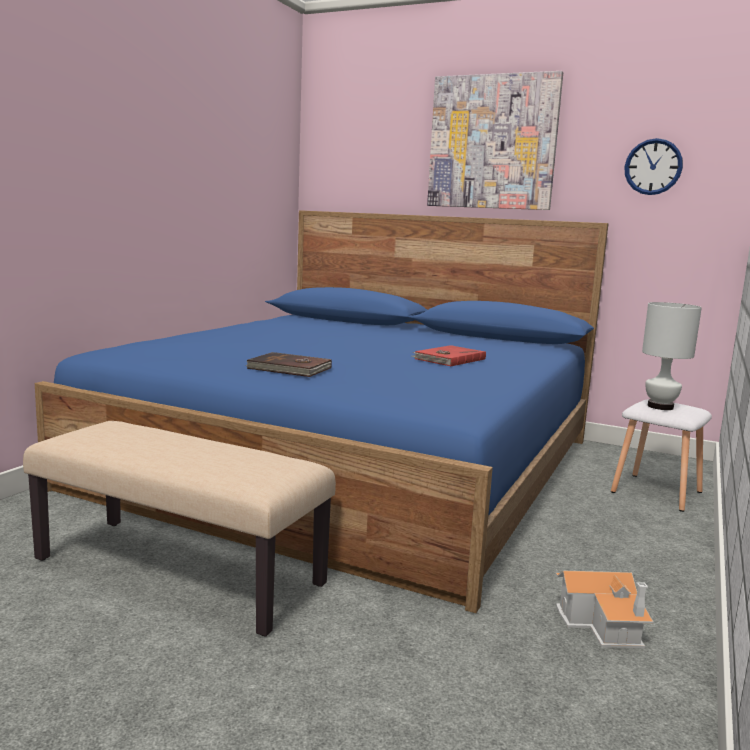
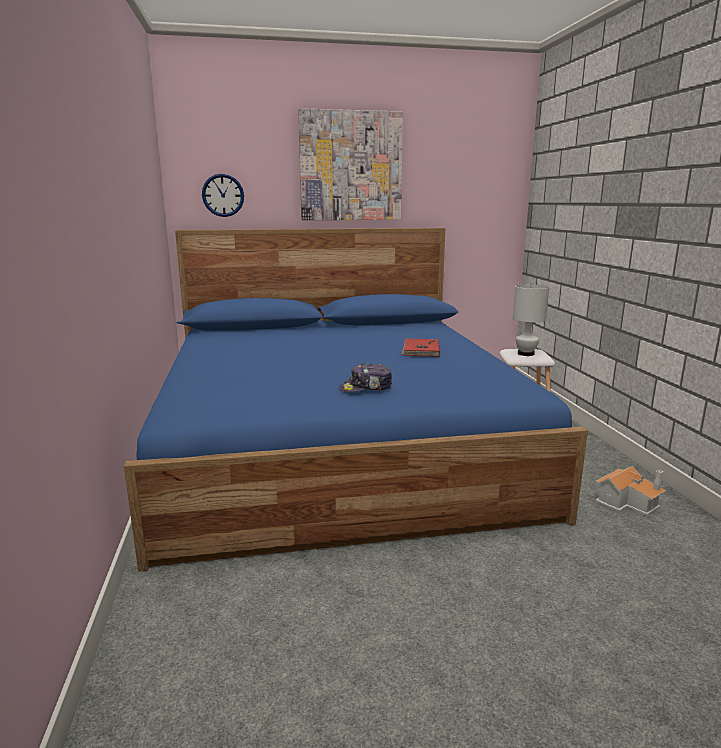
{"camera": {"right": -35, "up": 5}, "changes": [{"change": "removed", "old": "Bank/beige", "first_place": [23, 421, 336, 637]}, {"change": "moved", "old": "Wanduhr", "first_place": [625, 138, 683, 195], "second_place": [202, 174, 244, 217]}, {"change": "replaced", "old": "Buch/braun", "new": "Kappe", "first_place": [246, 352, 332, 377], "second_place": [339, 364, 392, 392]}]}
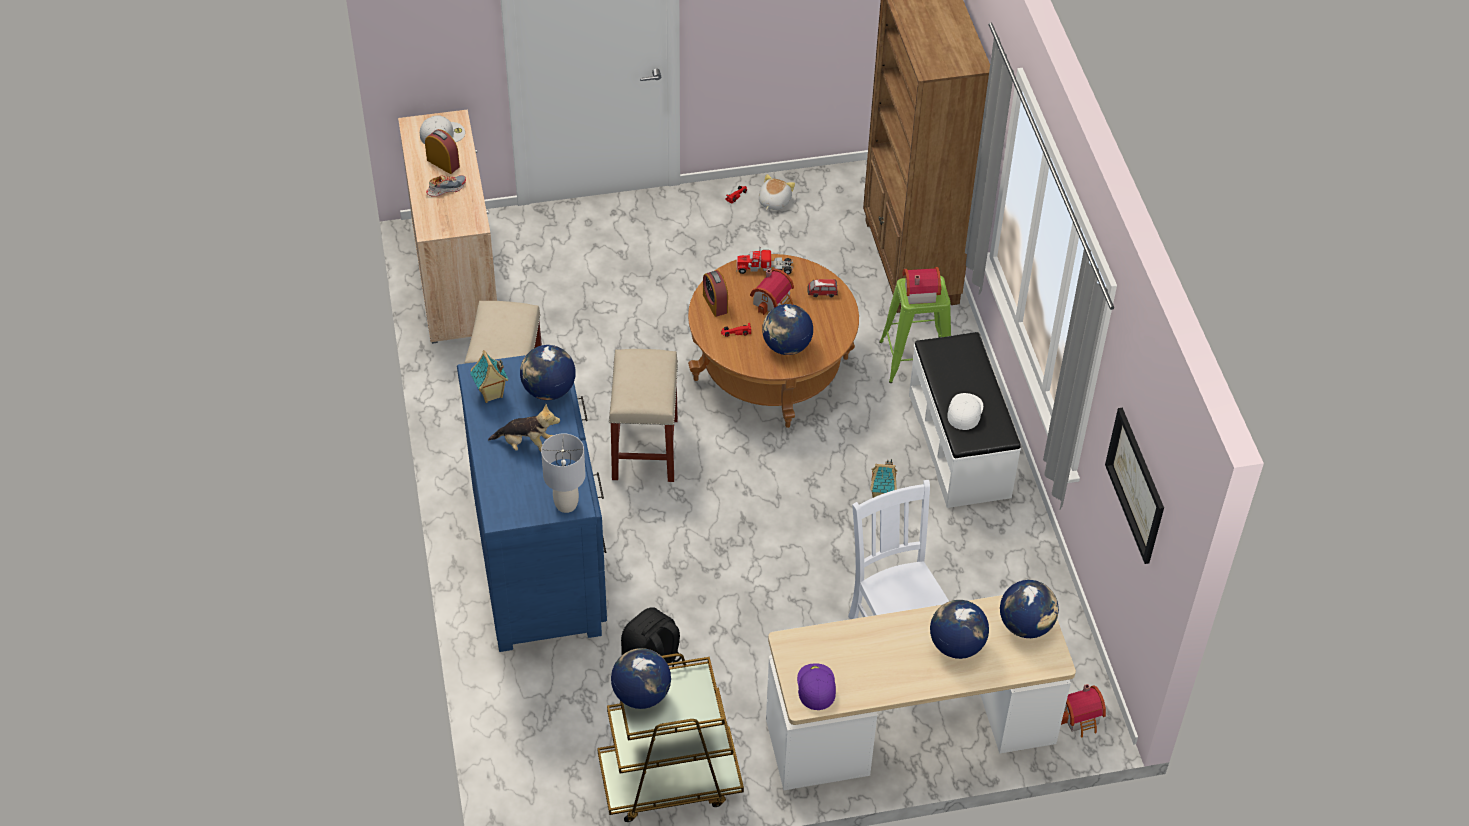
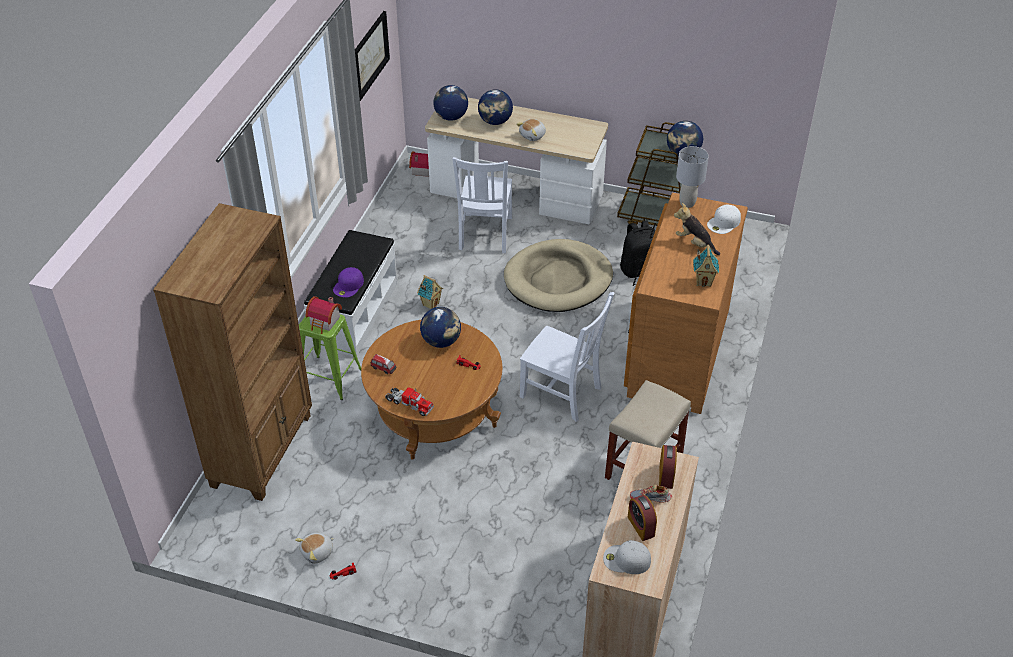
{"camera": {"right": -150, "up": -5}, "changes": [{"change": "removed", "old": "Globus", "first_place": [520, 345, 576, 400]}, {"change": "removed", "old": "Spielzeughaus", "first_place": [750, 269, 794, 315]}, {"change": "added", "new": "Hundebett/beige", "second_place": [504, 239, 613, 312]}, {"change": "added", "new": "Plüschtier", "second_place": [516, 119, 546, 141]}, {"change": "moved", "old": "Wecker", "first_place": [703, 270, 728, 317], "second_place": [659, 445, 677, 489]}, {"change": "moved", "old": "Kappe/lila", "first_place": [797, 663, 836, 710], "second_place": [333, 267, 364, 298]}, {"change": "moved", "old": "Kappe/weiß", "first_place": [947, 393, 983, 430], "second_place": [707, 205, 741, 234]}, {"change": "replaced", "old": "Hocker/beige", "new": "Stuhl/weiß", "first_place": [609, 349, 678, 482], "second_place": [520, 292, 614, 422]}, {"change": "recoloured", "old": "Kommode/blau", "new": "Kommode/braun", "first_place": [457, 355, 607, 652], "second_place": [624, 193, 748, 414]}]}
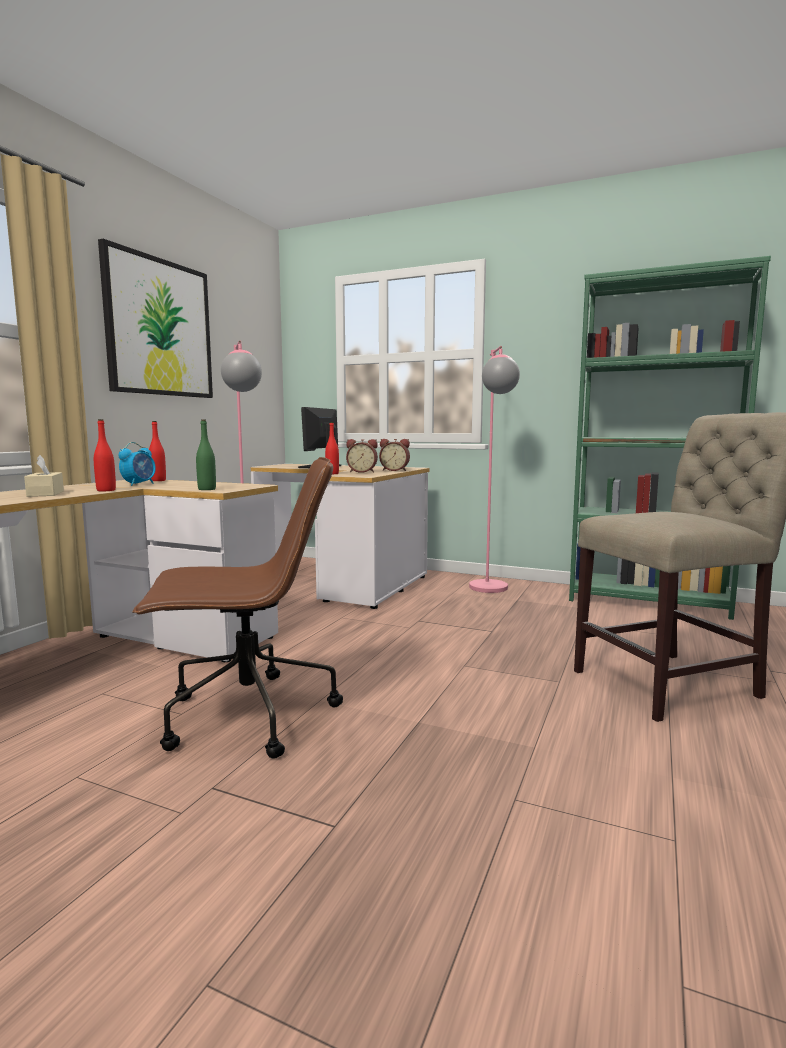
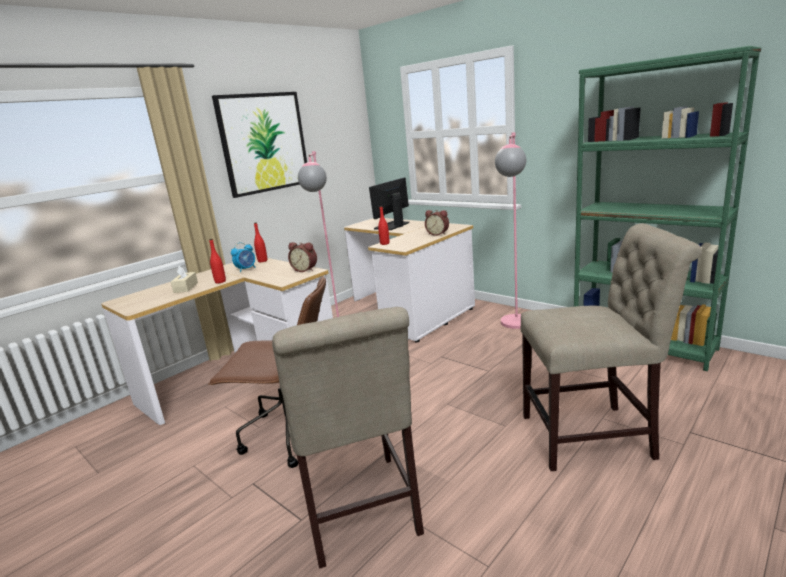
{"camera": {"right": 20, "up": 10}, "changes": [{"change": "removed", "old": "Flasche/grün", "first_place": [196, 420, 216, 490]}, {"change": "added", "new": "Stuhl/beige", "second_place": [272, 307, 424, 569]}, {"change": "moved", "old": "Wecker", "first_place": [346, 439, 378, 473], "second_place": [288, 242, 317, 272]}]}
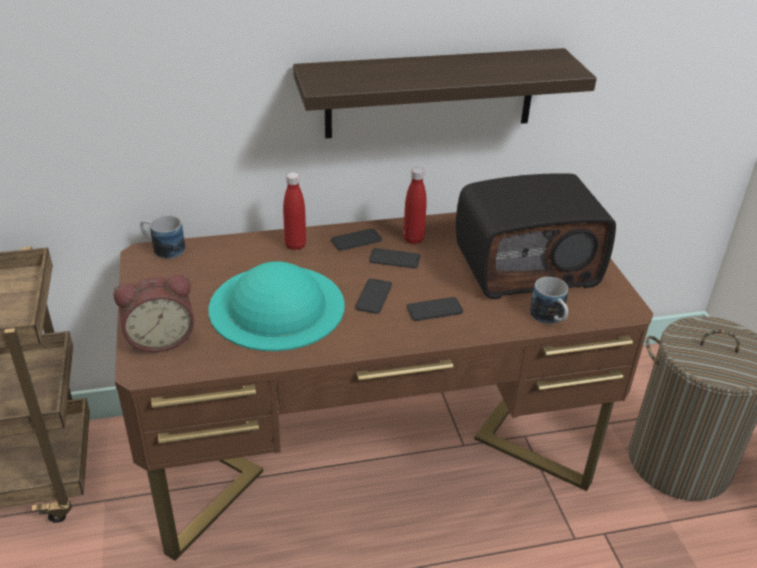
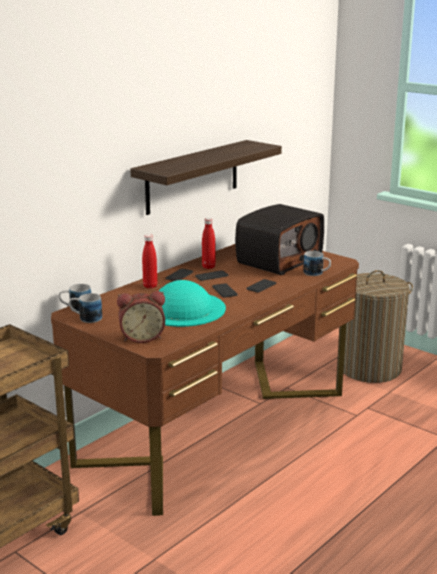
{"camera": {"right": -35, "up": -15}, "changes": [{"change": "added", "new": "Henkelbecher", "second_place": [69, 293, 102, 323]}, {"change": "turned", "old": "Wecker", "first_place": [114, 275, 194, 352], "second_place": [117, 291, 165, 343], "degrees": 45}]}
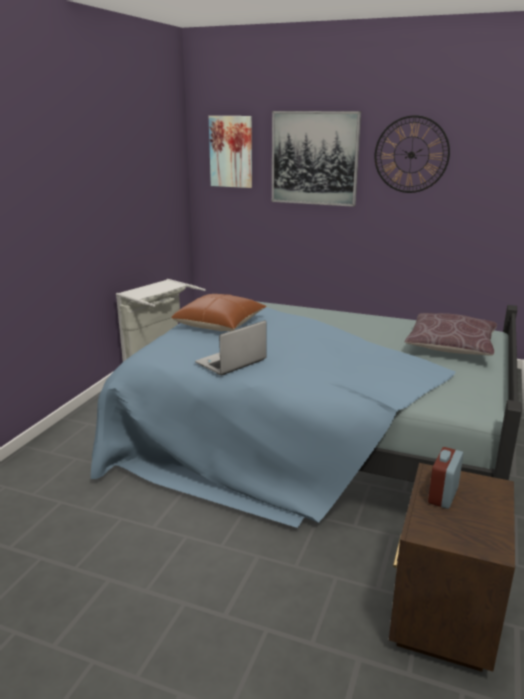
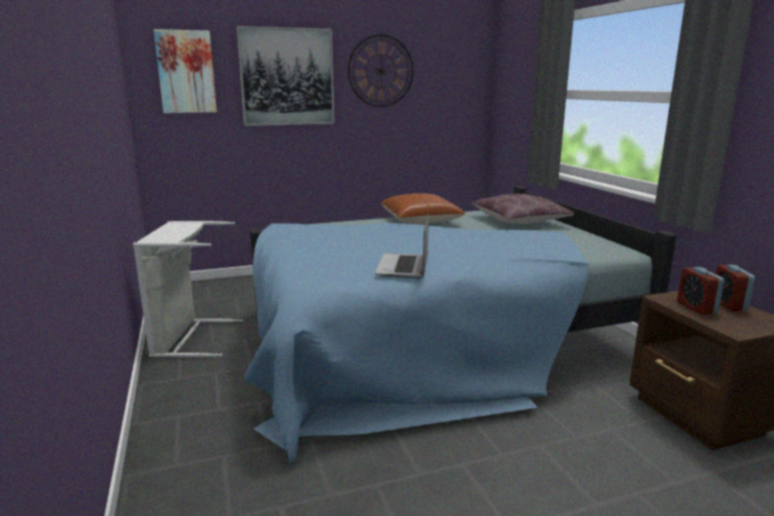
{"camera": {"right": -40, "up": -5}, "changes": [{"change": "added", "new": "Wecker", "second_place": [716, 265, 755, 311]}, {"change": "moved", "old": "Kissen/braun", "first_place": [171, 294, 267, 331], "second_place": [381, 193, 465, 224]}]}
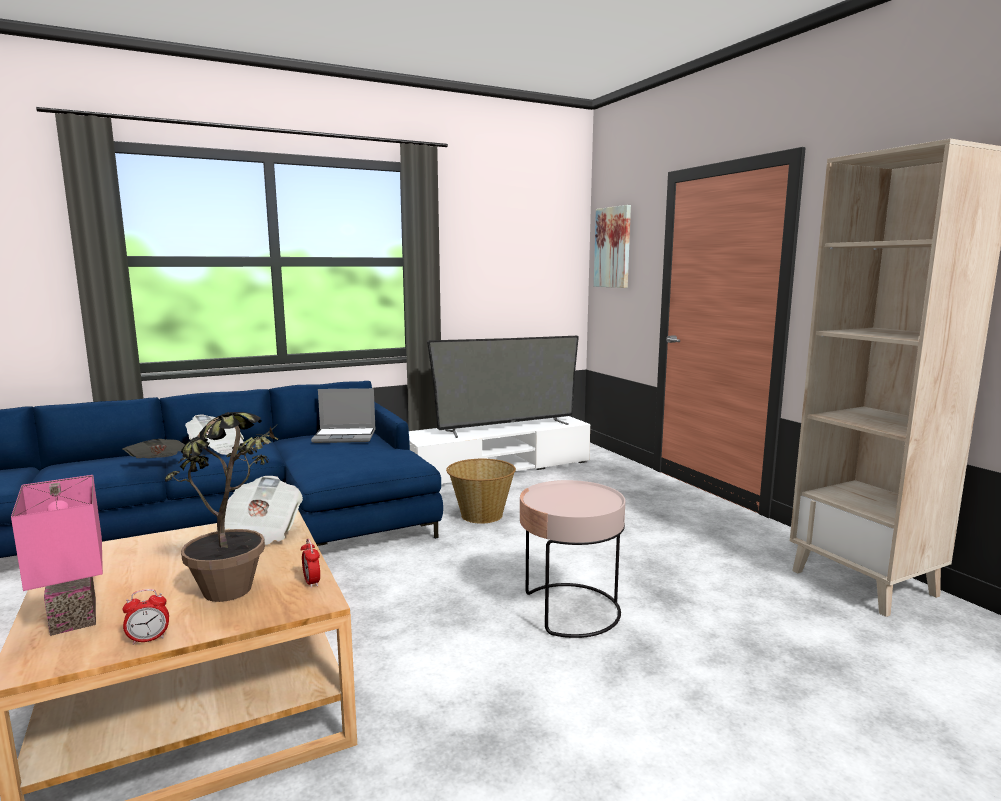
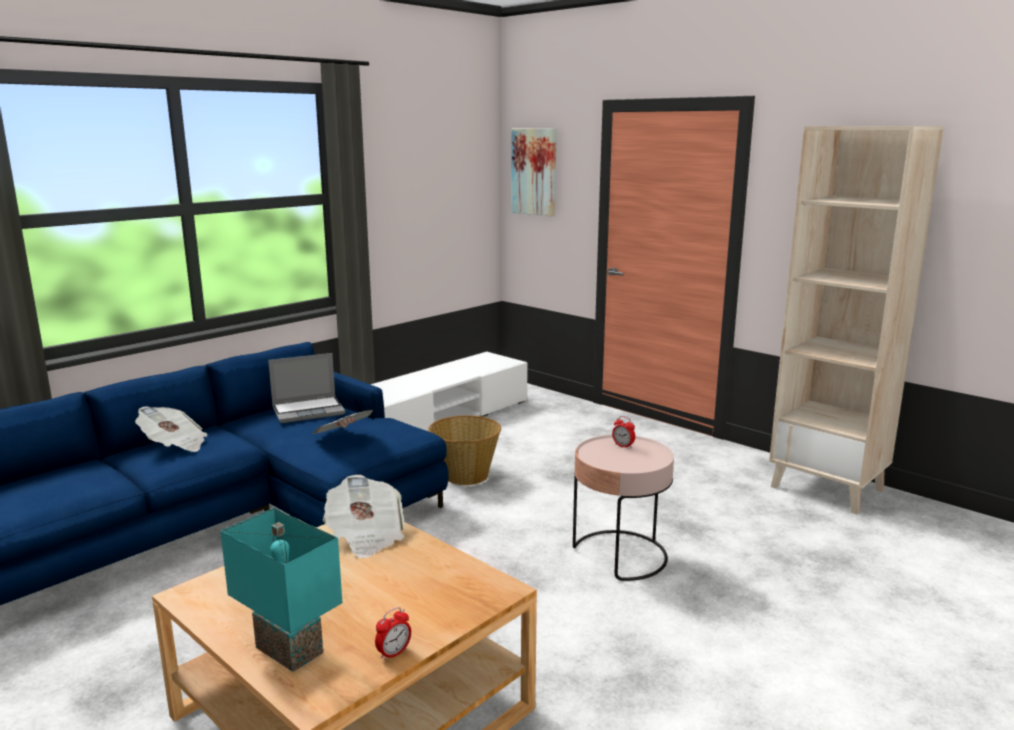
{"camera": {"right": -20, "up": 5}, "changes": [{"change": "removed", "old": "Topfpflanze", "first_place": [165, 412, 278, 602]}, {"change": "removed", "old": "Fernseher", "first_place": [427, 336, 579, 438]}, {"change": "moved", "old": "Zeitung", "first_place": [122, 439, 185, 458], "second_place": [313, 410, 373, 434]}, {"change": "moved", "old": "Wecker", "first_place": [301, 538, 320, 588], "second_place": [612, 416, 635, 449]}, {"change": "recoloured", "old": "Tischlampe/rosa", "new": "Tischlampe/türkis", "first_place": [11, 475, 103, 636], "second_place": [220, 508, 343, 672]}]}
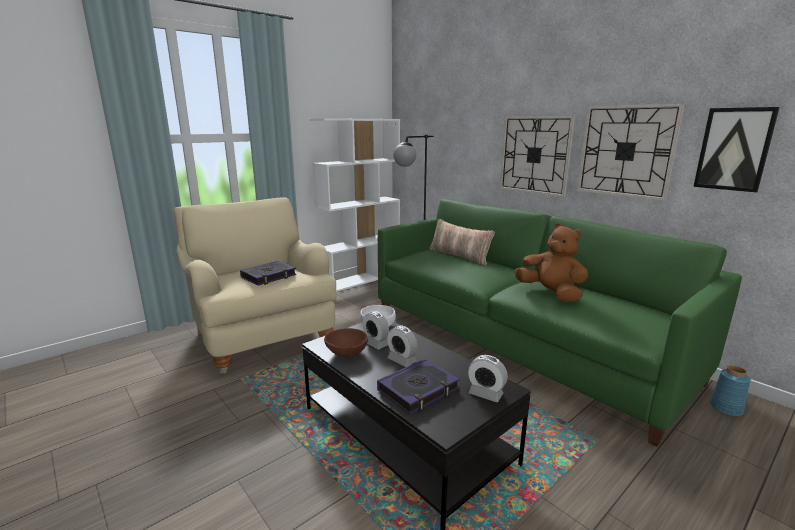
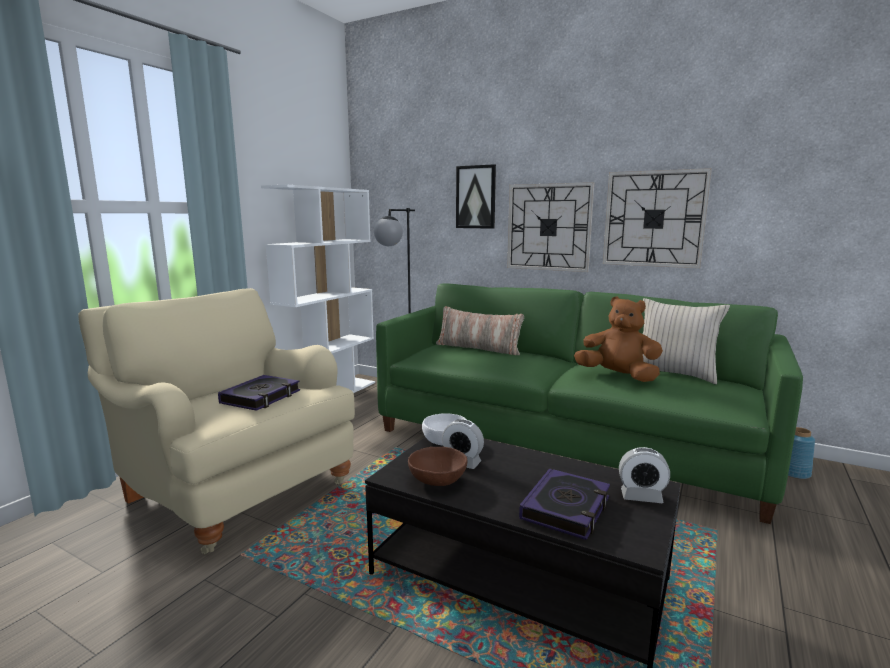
{"camera": {"right": -20, "up": -5}, "changes": [{"change": "removed", "old": "Wecker", "first_place": [387, 325, 417, 367]}, {"change": "added", "new": "Kissen/beige", "second_place": [643, 298, 730, 384]}, {"change": "moved", "old": "Bild", "first_place": [693, 107, 780, 193], "second_place": [456, 164, 496, 229]}]}
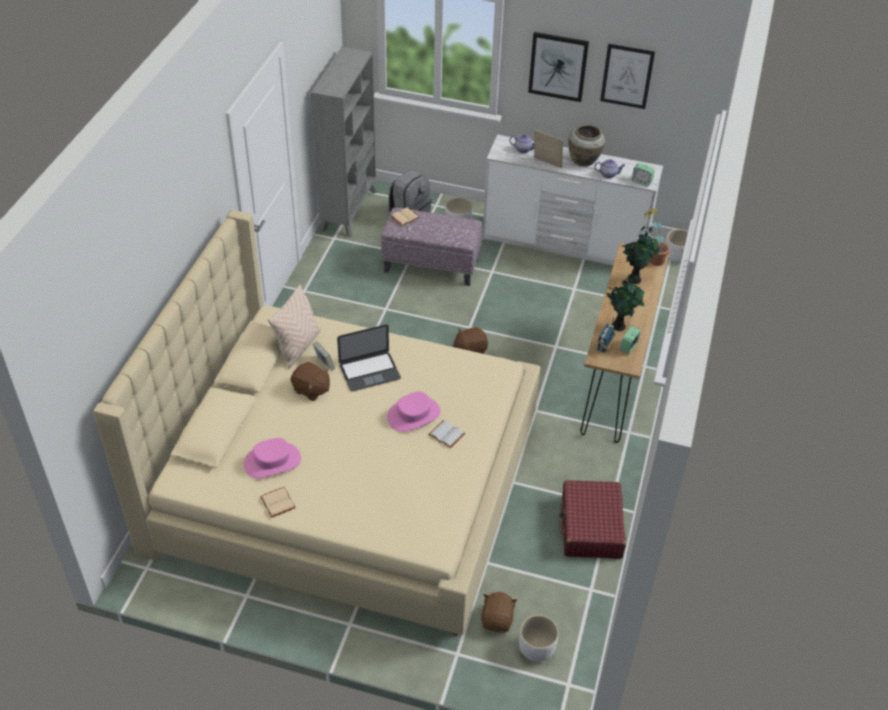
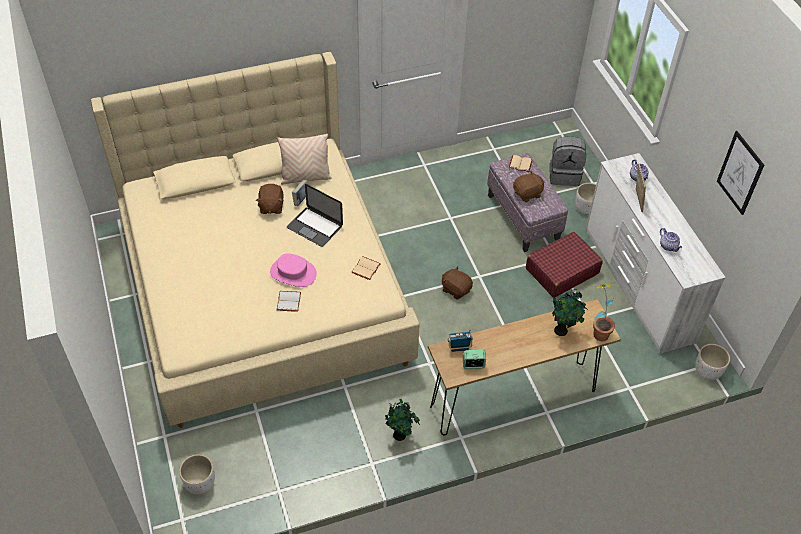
{"camera": {"right": 55, "up": 5}, "changes": [{"change": "removed", "old": "Hut/rosa", "first_place": [244, 438, 301, 478]}, {"change": "removed", "old": "Bücherregal/grau", "first_place": [311, 47, 377, 237]}, {"change": "removed", "old": "Bild", "first_place": [528, 32, 589, 102]}, {"change": "removed", "old": "Vase/beige", "first_place": [568, 125, 605, 166]}, {"change": "removed", "old": "Wecker", "first_place": [632, 163, 655, 186]}, {"change": "moved", "old": "Buch/beige", "first_place": [260, 487, 296, 518], "second_place": [351, 256, 381, 280]}, {"change": "moved", "old": "Plüschtier/braun", "first_place": [481, 592, 517, 632], "second_place": [513, 170, 544, 202]}, {"change": "moved", "old": "Koffer/rot", "first_place": [559, 480, 626, 559], "second_place": [526, 232, 603, 297]}, {"change": "moved", "old": "Topfpflanze", "first_place": [606, 274, 644, 331], "second_place": [385, 399, 420, 441]}]}
